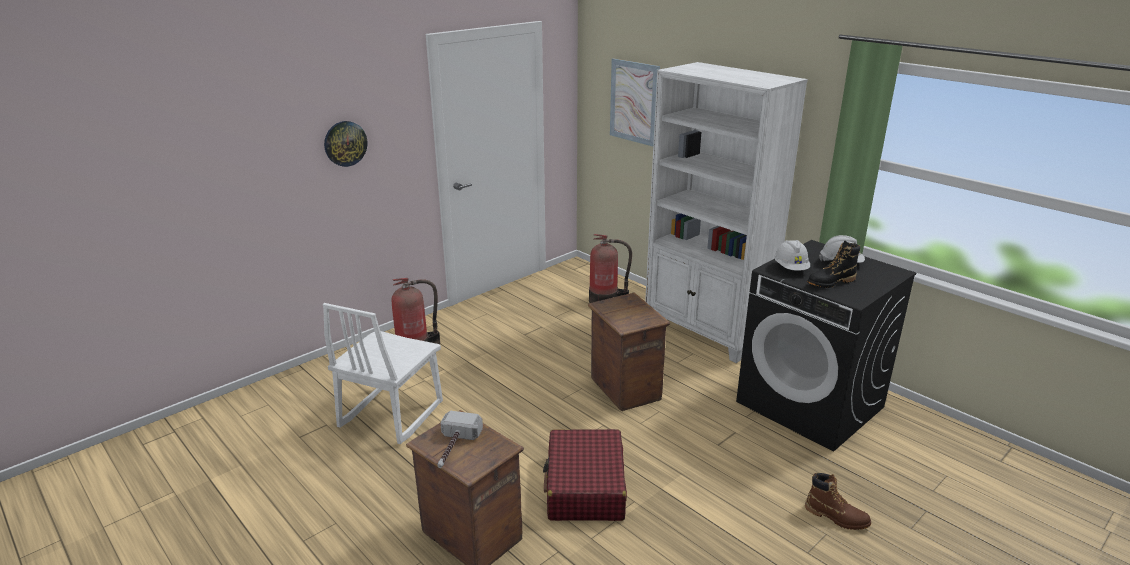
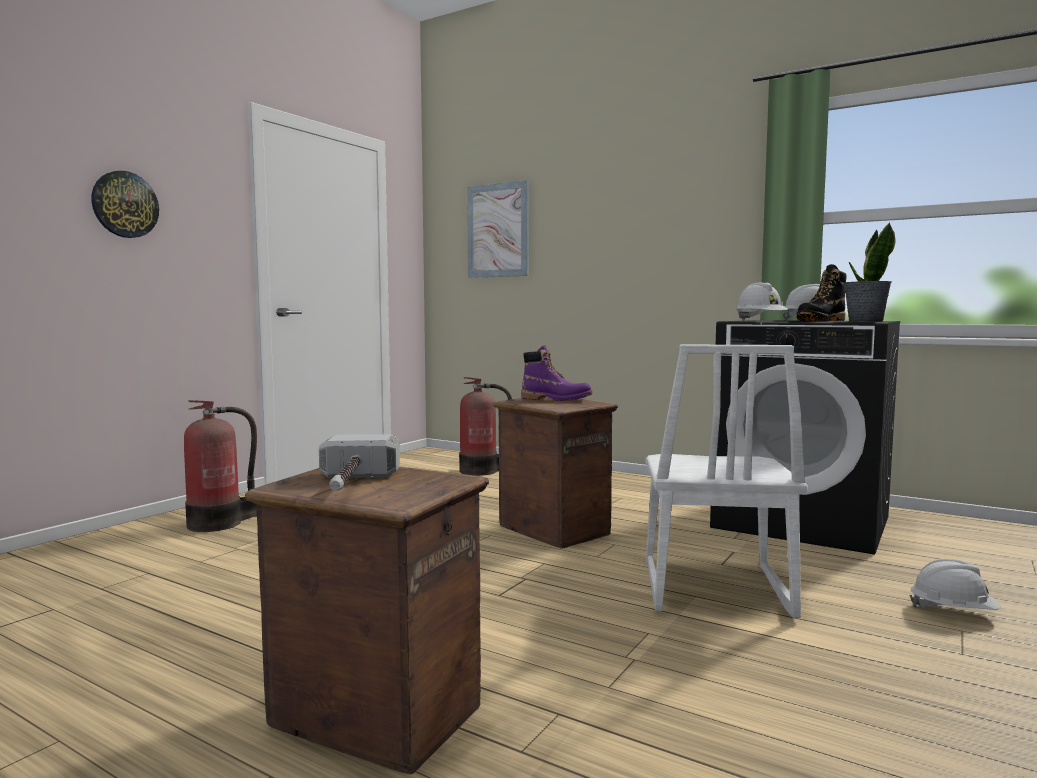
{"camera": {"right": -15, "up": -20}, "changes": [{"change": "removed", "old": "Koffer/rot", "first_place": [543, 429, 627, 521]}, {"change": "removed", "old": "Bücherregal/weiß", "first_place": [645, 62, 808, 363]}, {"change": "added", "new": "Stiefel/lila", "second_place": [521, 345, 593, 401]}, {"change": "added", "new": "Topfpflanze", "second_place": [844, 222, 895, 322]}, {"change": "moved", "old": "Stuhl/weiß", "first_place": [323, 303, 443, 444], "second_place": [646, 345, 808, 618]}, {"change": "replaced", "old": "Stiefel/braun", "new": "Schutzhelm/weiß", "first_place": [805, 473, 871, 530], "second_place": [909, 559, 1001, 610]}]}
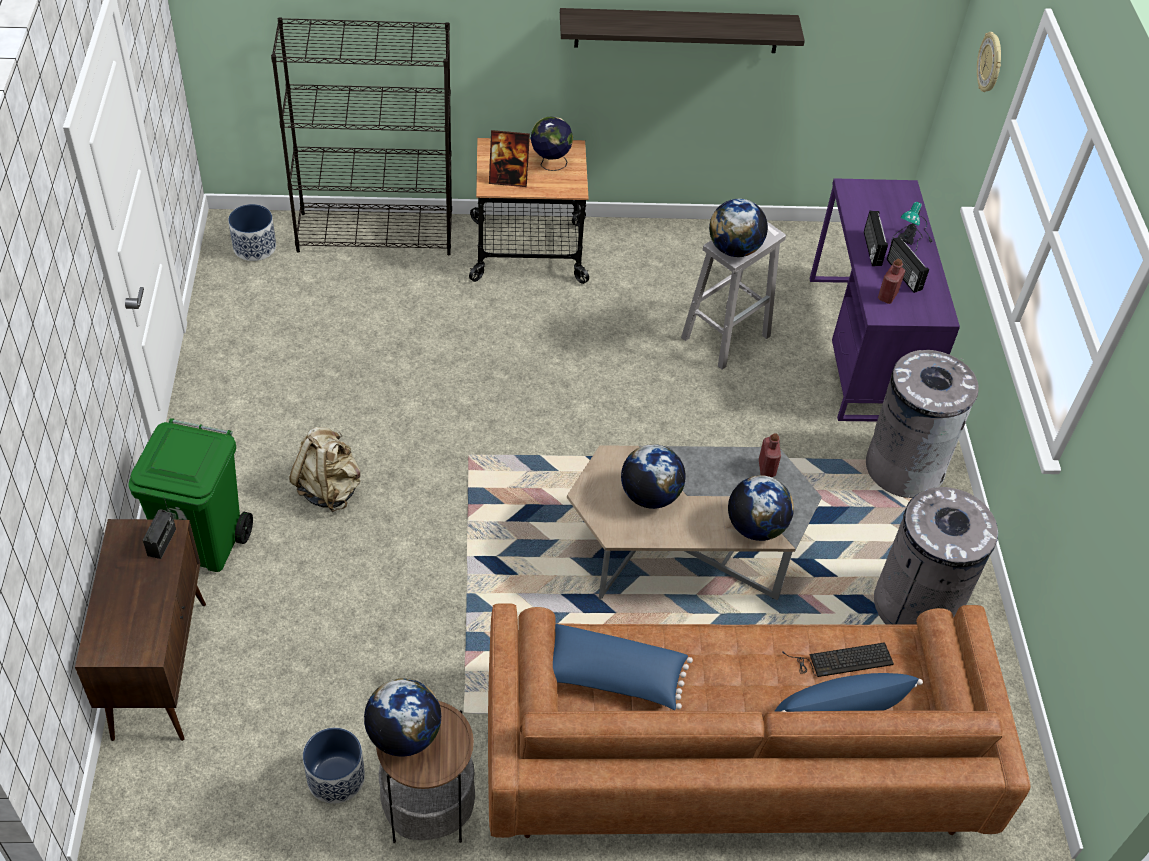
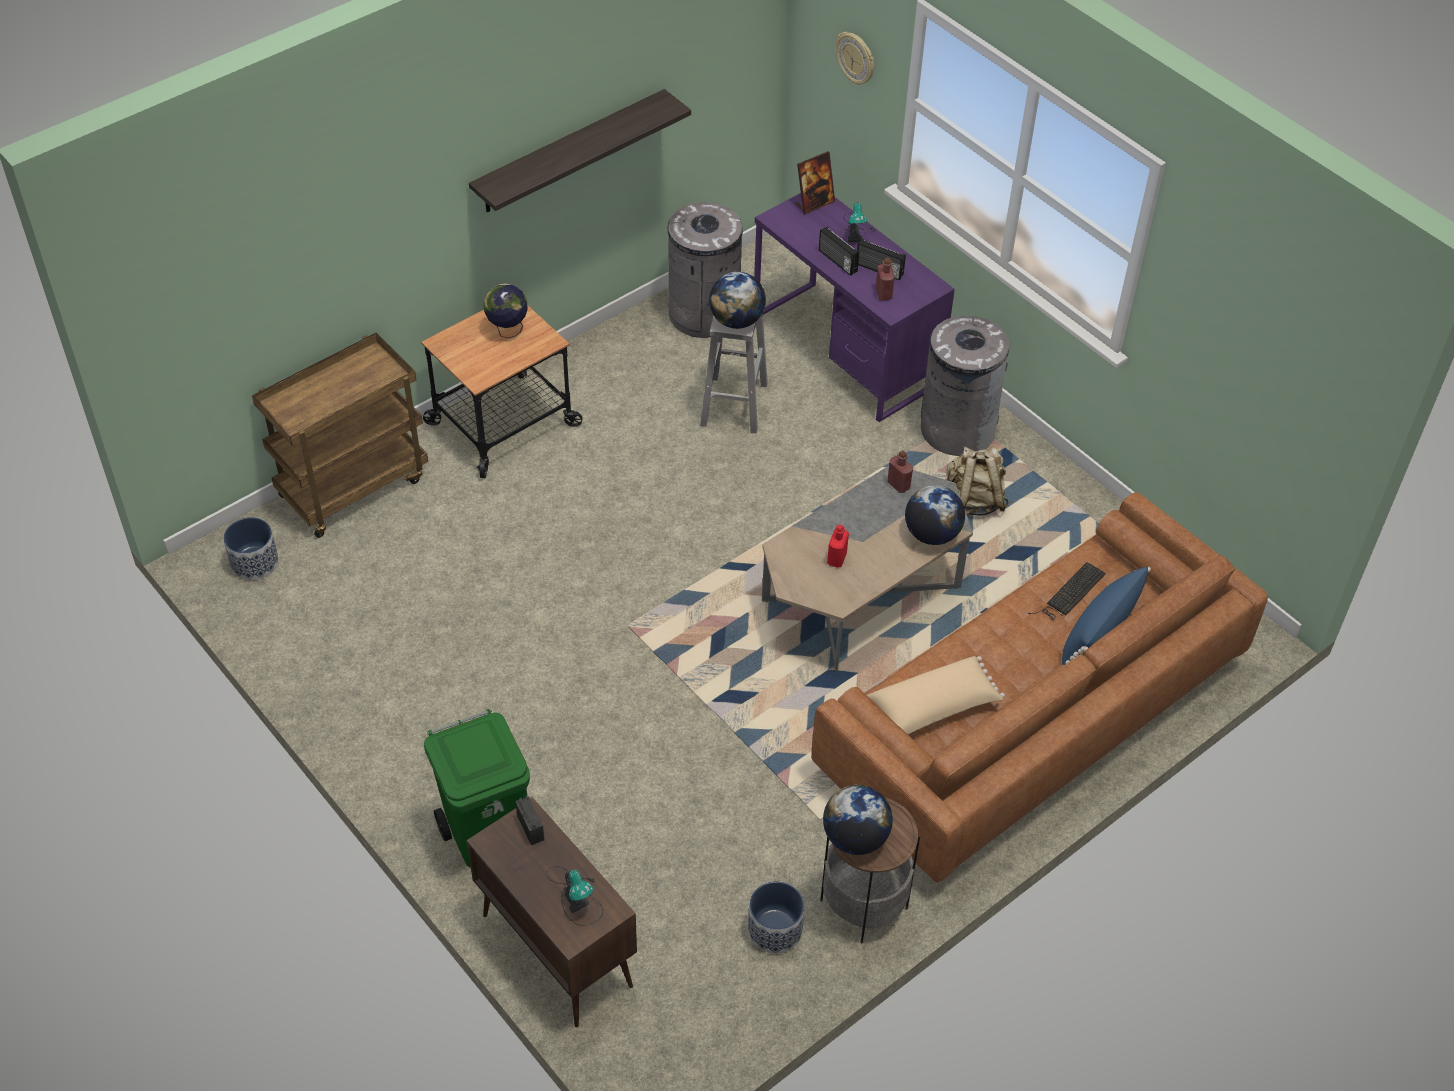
{"camera": {"right": -35, "up": 0}, "changes": [{"change": "added", "new": "Tischlampe", "second_place": [546, 866, 603, 926]}, {"change": "moved", "old": "Rucksack/beige", "first_place": [290, 427, 361, 512], "second_place": [946, 446, 1009, 516]}, {"change": "moved", "old": "Bilderrahmen", "first_place": [489, 130, 530, 187], "second_place": [795, 151, 835, 214]}, {"change": "moved", "old": "Mülleimer/grau", "first_place": [874, 487, 998, 625], "second_place": [665, 202, 743, 338]}, {"change": "replaced", "old": "Bücherregal/schwarz", "new": "Rollwagen/braun", "first_place": [271, 17, 452, 255], "second_place": [252, 333, 428, 538]}, {"change": "replaced", "old": "Globus", "new": "Flasche/rot", "first_place": [621, 444, 686, 509], "second_place": [827, 525, 849, 568]}, {"change": "recoloured", "old": "Kissen/blau", "new": "Kissen/beige", "first_place": [553, 624, 693, 710], "second_place": [867, 656, 1005, 735]}]}
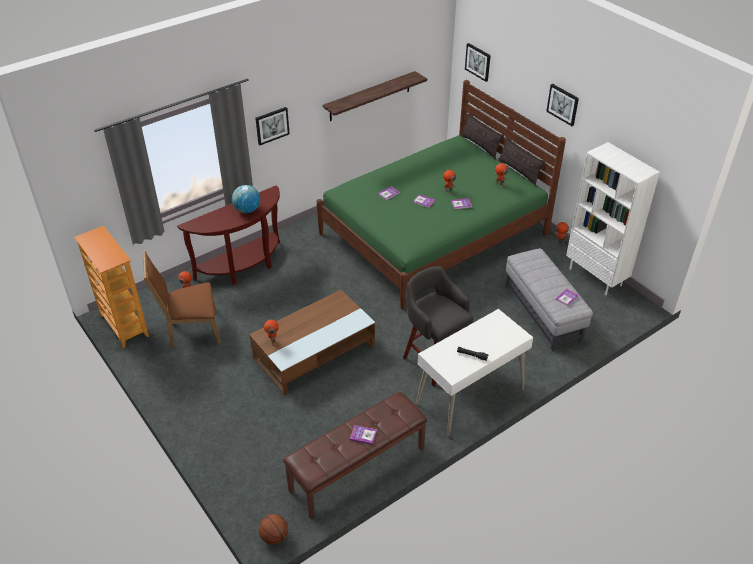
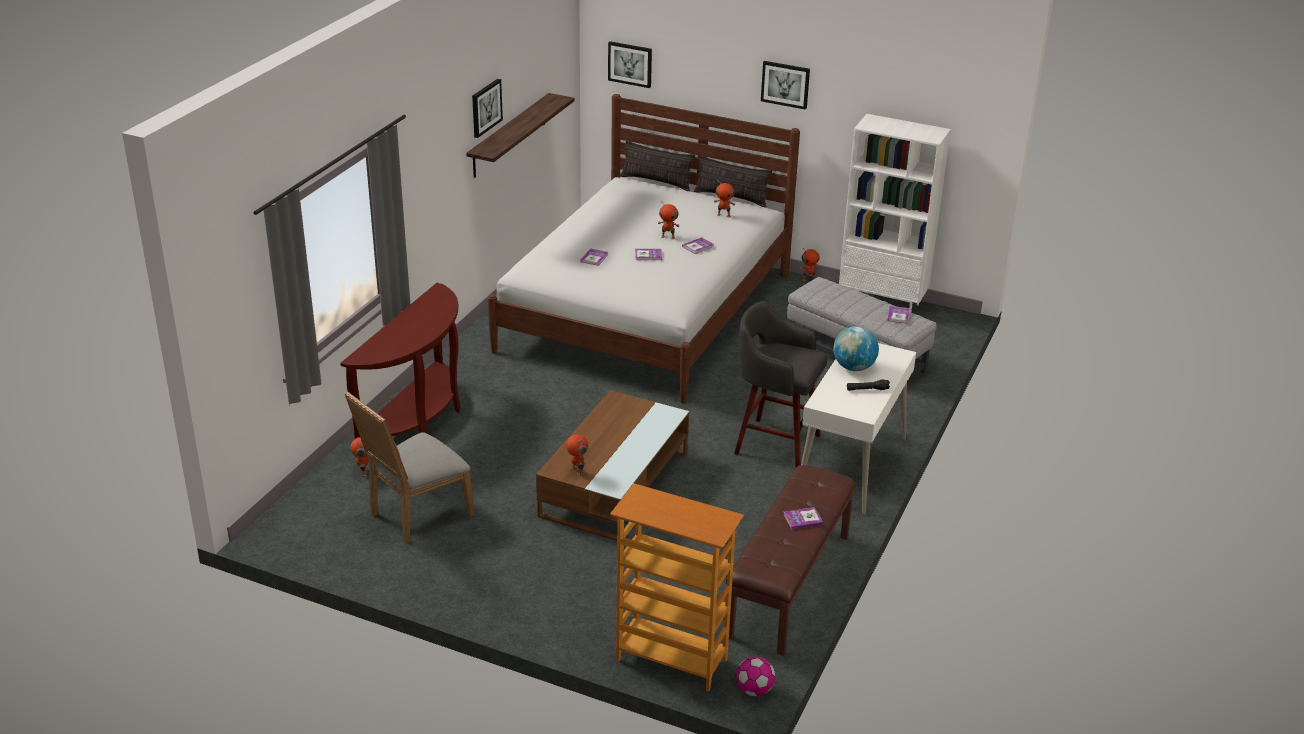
{"camera": {"right": -30, "up": -10}, "changes": [{"change": "moved", "old": "Bücherregal", "first_place": [74, 226, 149, 348], "second_place": [610, 483, 744, 692]}, {"change": "moved", "old": "Globus", "first_place": [232, 185, 260, 213], "second_place": [833, 326, 879, 371]}, {"change": "moved", "old": "Bild", "first_place": [255, 107, 290, 145], "second_place": [472, 79, 503, 138]}, {"change": "replaced", "old": "Basketball", "new": "Fußball", "first_place": [259, 514, 288, 545], "second_place": [736, 656, 775, 696]}, {"change": "recoloured", "old": "Stuhl/braun", "new": "Stuhl/grau", "first_place": [143, 251, 221, 348], "second_place": [344, 391, 474, 543]}, {"change": "recoloured", "old": "Bett/grün", "new": "Bett/weiß", "first_place": [317, 80, 566, 309], "second_place": [487, 94, 800, 404]}]}
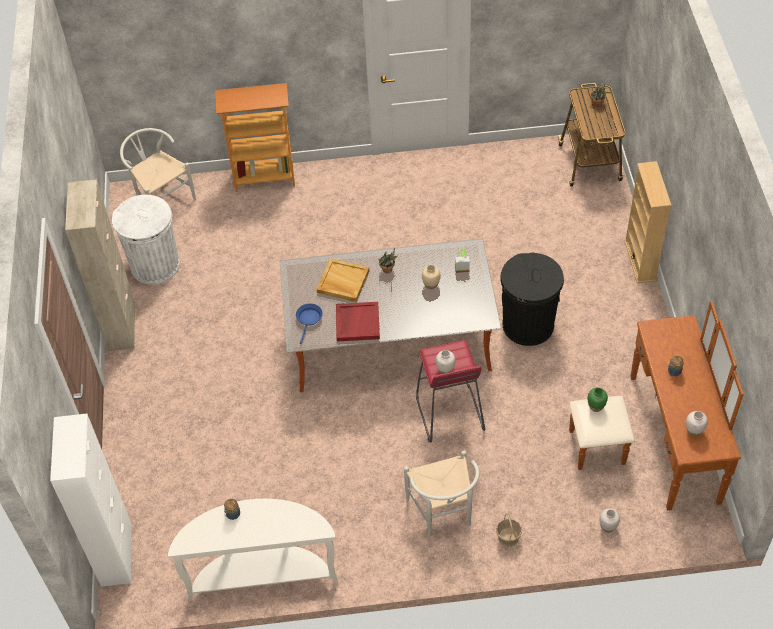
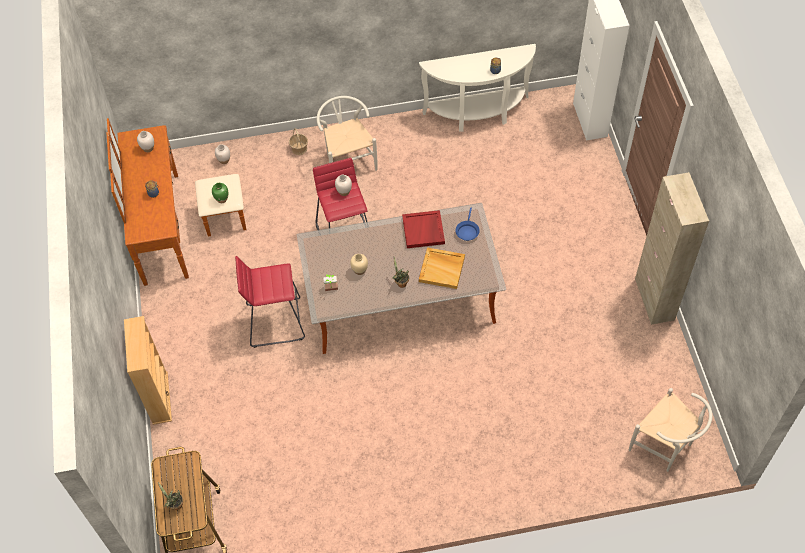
{"camera": {"right": 175, "up": 5}, "changes": [{"change": "removed", "old": "Mülleimer/weiß", "first_place": [112, 195, 180, 285]}, {"change": "removed", "old": "Bücherregal", "first_place": [215, 83, 295, 192]}, {"change": "replaced", "old": "Mülleimer/schwarz", "new": "Hocker/rot", "first_place": [500, 253, 564, 346], "second_place": [235, 256, 305, 348]}]}
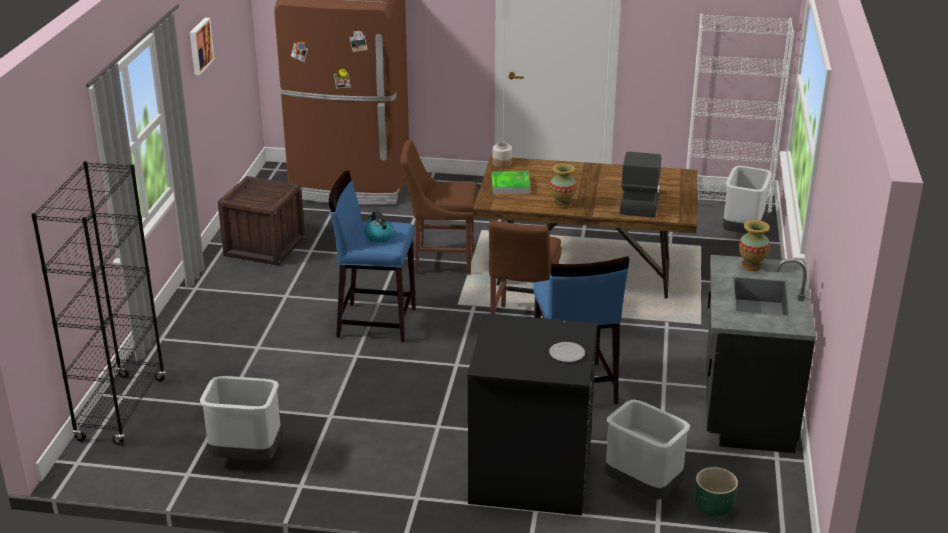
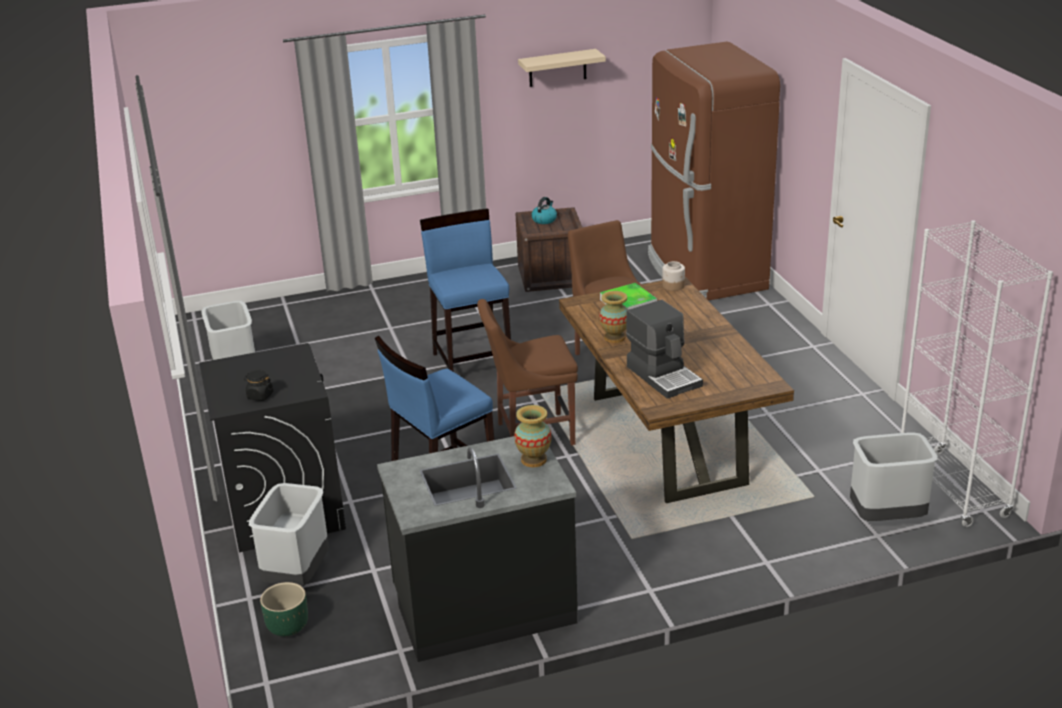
{"camera": {"right": 65, "up": 0}, "changes": [{"change": "removed", "old": "Bücherregal/schwarz", "first_place": [31, 161, 166, 445]}, {"change": "moved", "old": "Wasserkessel", "first_place": [364, 211, 394, 243], "second_place": [531, 197, 557, 224]}, {"change": "replaced", "old": "Bild", "new": "Wandregal/beige", "first_place": [190, 18, 215, 75], "second_place": [518, 49, 606, 87]}, {"change": "replaced", "old": "Teller", "new": "Vorratsglas/schwarz", "first_place": [549, 342, 585, 362], "second_place": [244, 370, 273, 401]}, {"change": "turned", "old": "Kaffeemaschine", "first_place": [620, 152, 661, 217], "second_place": [626, 300, 703, 399], "degrees": 75}]}
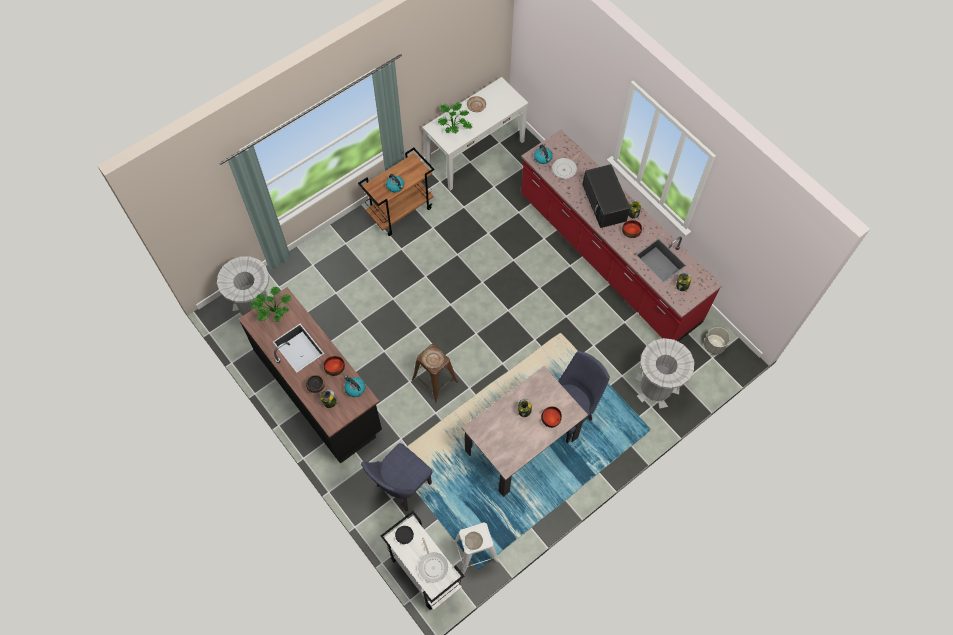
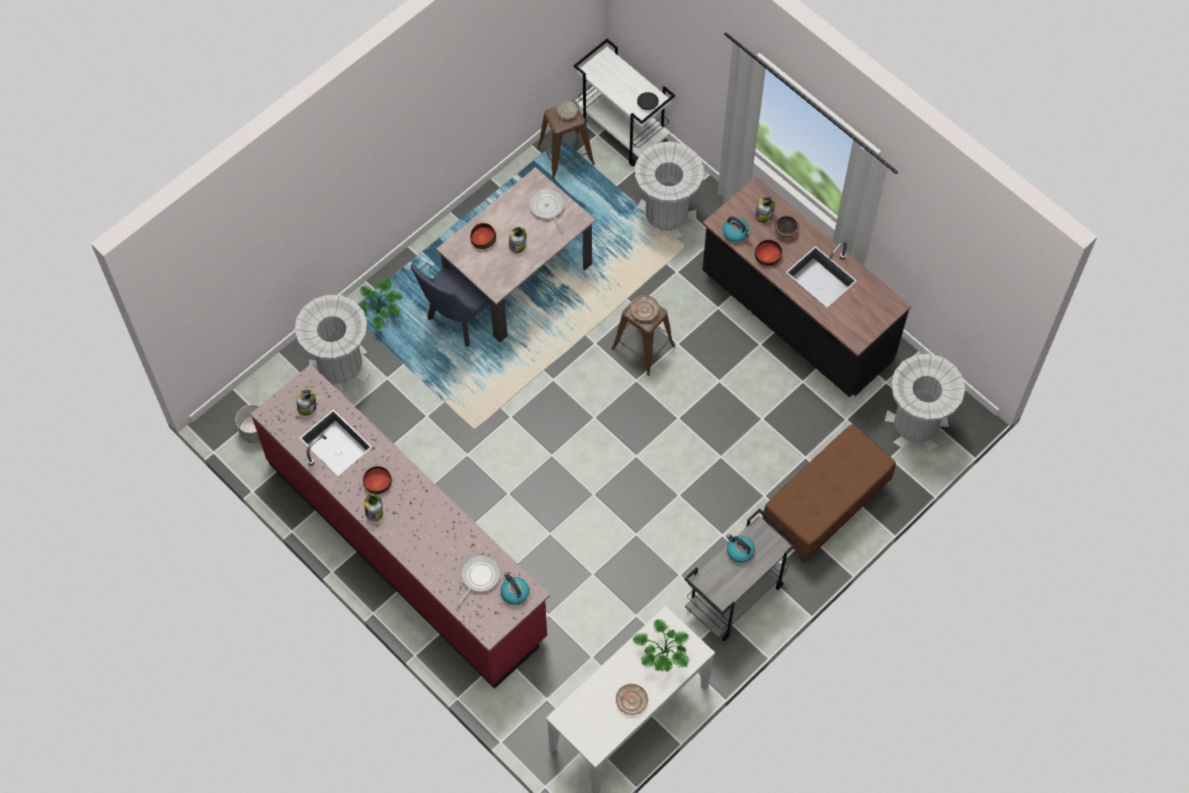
{"camera": {"right": 175, "up": 0}, "changes": [{"change": "removed", "old": "Mikrowelle/schwarz", "first_place": [582, 164, 630, 228]}, {"change": "added", "new": "Bank/braun", "second_place": [762, 424, 896, 562]}, {"change": "moved", "old": "Topfpflanze", "first_place": [251, 286, 292, 323], "second_place": [359, 278, 403, 329]}, {"change": "moved", "old": "Pfanne", "first_place": [418, 538, 448, 582], "second_place": [529, 188, 564, 233]}, {"change": "replaced", "old": "Stuhl/blau", "new": "Mülleimer/grau", "first_place": [361, 443, 432, 511], "second_place": [635, 142, 704, 240]}, {"change": "recoloured", "old": "Rollwagen/braun", "new": "Rollwagen/grau", "first_place": [358, 148, 434, 236], "second_place": [684, 508, 798, 641]}, {"change": "recoloured", "old": "Hocker/weiß", "new": "Hocker/braun", "first_place": [453, 523, 499, 574], "second_place": [537, 100, 595, 179]}]}
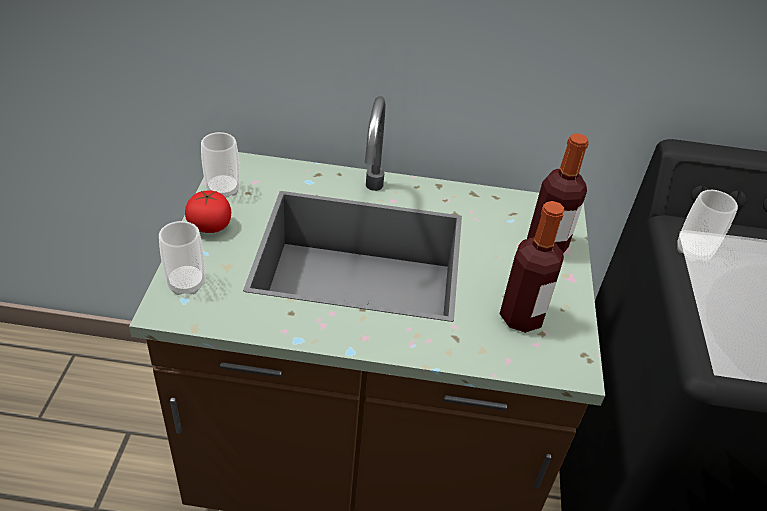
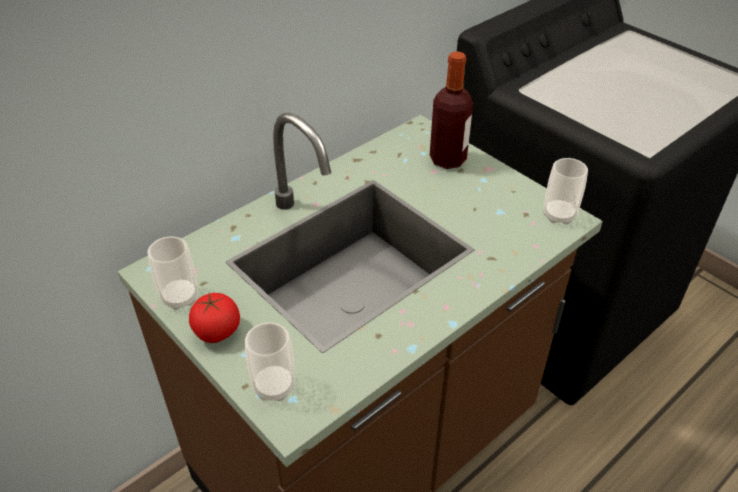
{"camera": {"right": -45, "up": 0}, "changes": [{"change": "removed", "old": "Flasche", "first_place": [500, 201, 565, 333]}, {"change": "moved", "old": "Tasse", "first_place": [677, 190, 738, 262], "second_place": [543, 158, 588, 225]}]}
